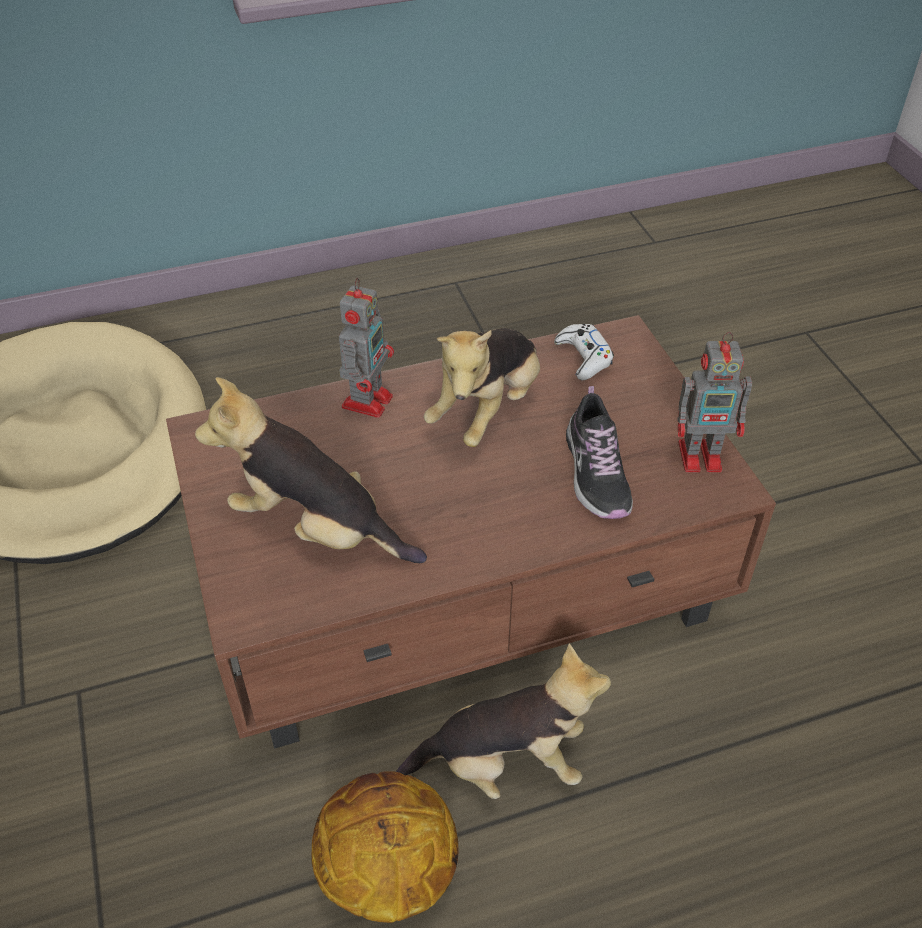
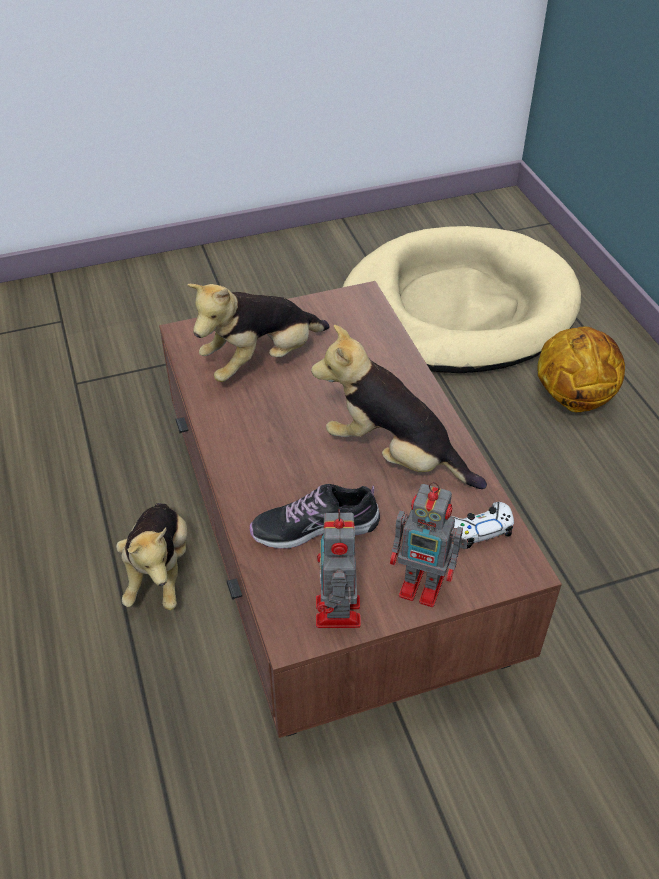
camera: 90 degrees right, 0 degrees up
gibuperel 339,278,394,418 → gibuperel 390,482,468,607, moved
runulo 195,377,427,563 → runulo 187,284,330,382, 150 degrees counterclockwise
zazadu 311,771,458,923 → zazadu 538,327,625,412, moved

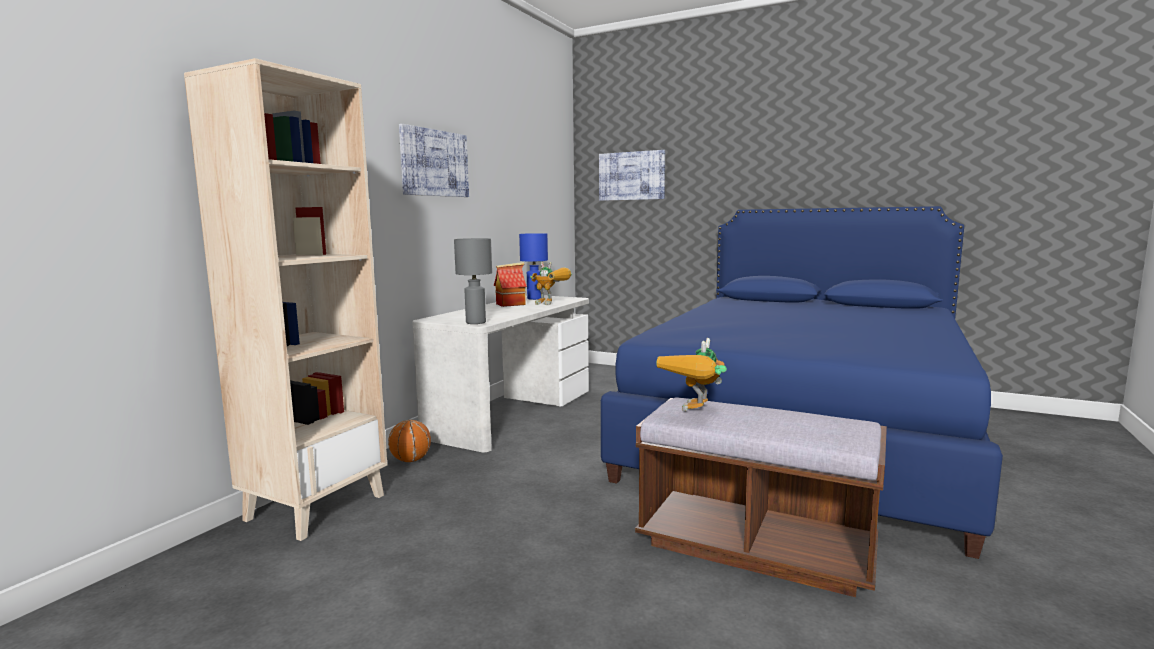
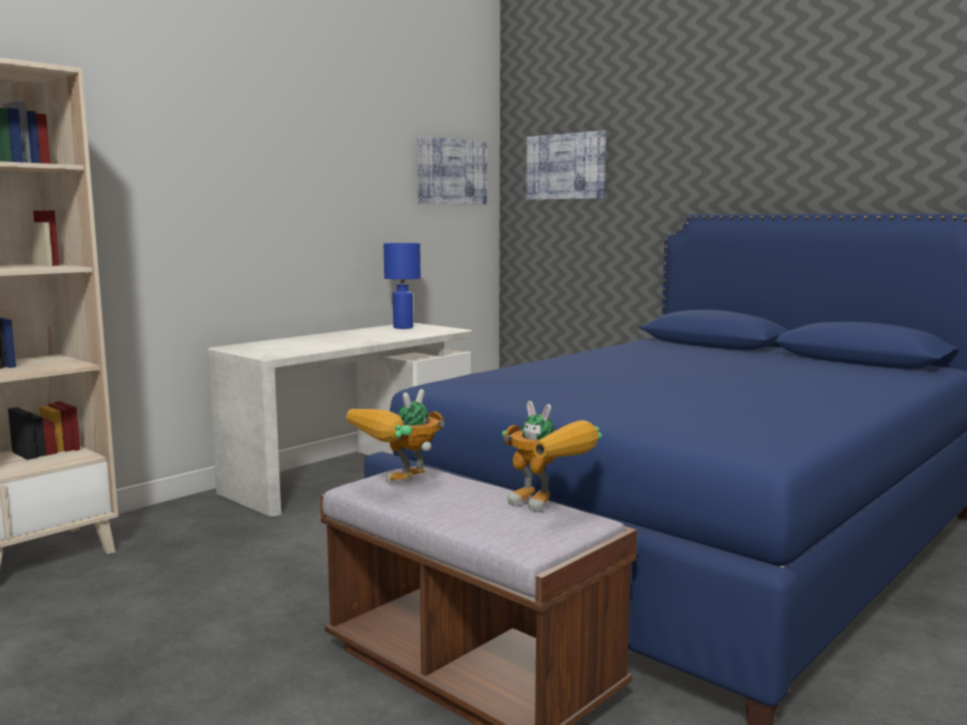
camera: 15 degrees right, 0 degrees up
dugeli 399,124,469,197 → dugeli 417,136,487,205, moved
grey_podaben 454,238,492,324 → -
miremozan 494,262,527,307 → -
gibuperel 530,262,572,305 → gibuperel 502,401,602,512, moved
zazadu 388,420,431,462 → -

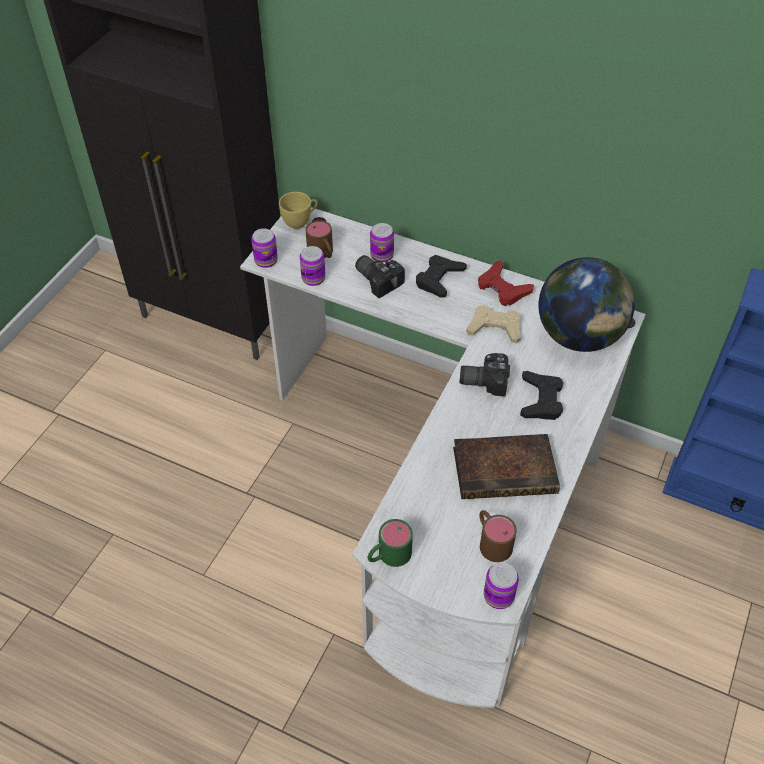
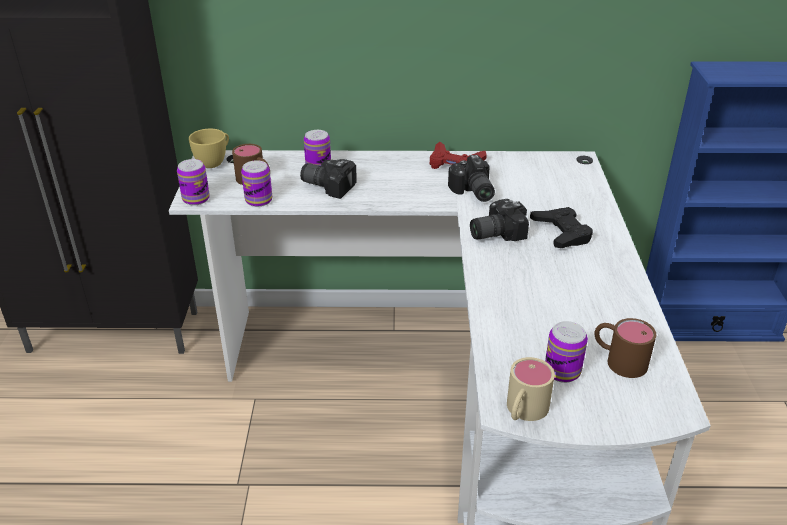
camera: 25 degrees left, 15 degrees down
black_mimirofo 416,255,467,298 → -
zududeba 539,257,635,352 → -
beige_mimirofo 466,305,521,344 → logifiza 448,155,495,202
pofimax 453,434,560,499 → -
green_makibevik 368,519,413,567 → beige_makibevik 507,357,555,421
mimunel 484,563,519,609 → mimunel 545,321,588,383, moved

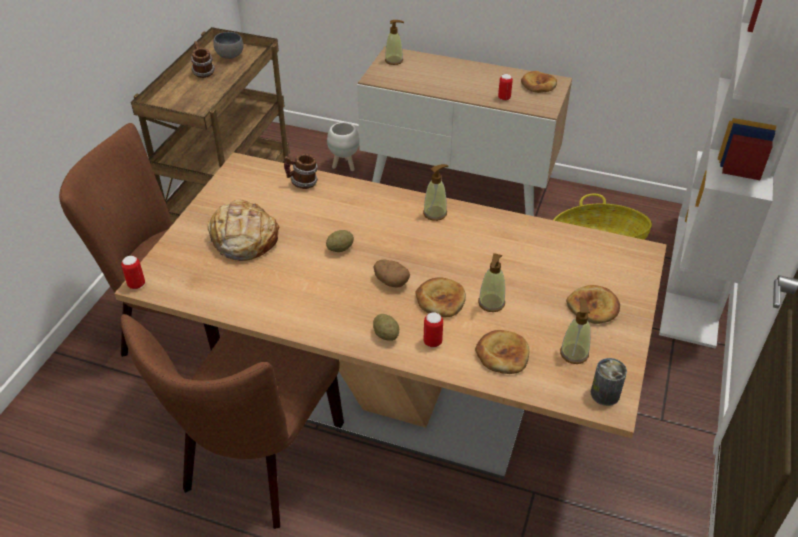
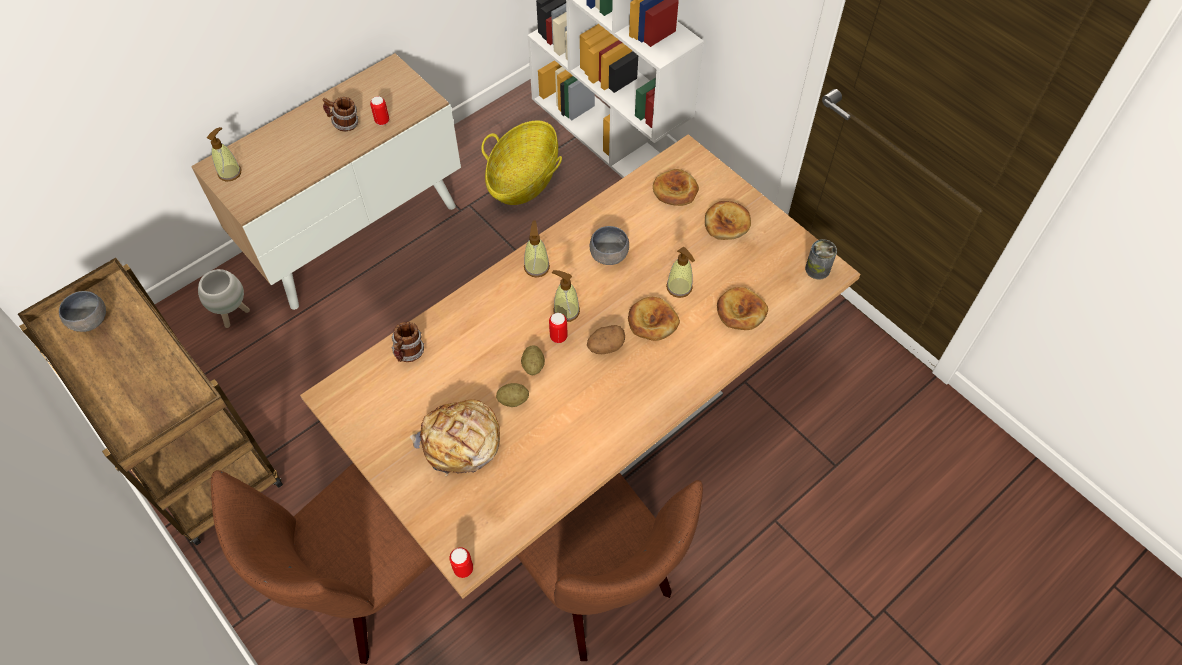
camera: 60 degrees left, 15 degrees up
makibevik 191,41,215,78 → makibevik 322,97,358,132, moved
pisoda 521,71,557,93 → pisoda 653,169,699,206, moved
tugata 560,297,590,364 → tugata 552,270,580,322, moved
mimunel 424,312,443,348 → mimunel 549,313,568,343, moved
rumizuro 373,314,399,341 → rumizuro 496,383,529,407, moved
- → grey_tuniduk 590,226,629,265

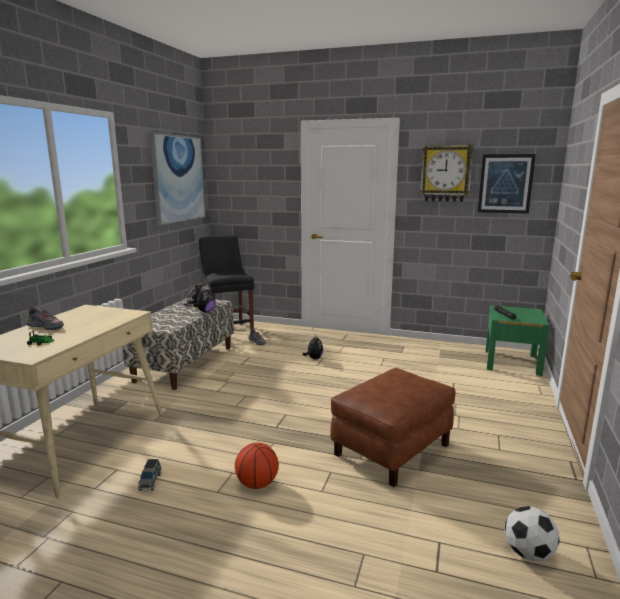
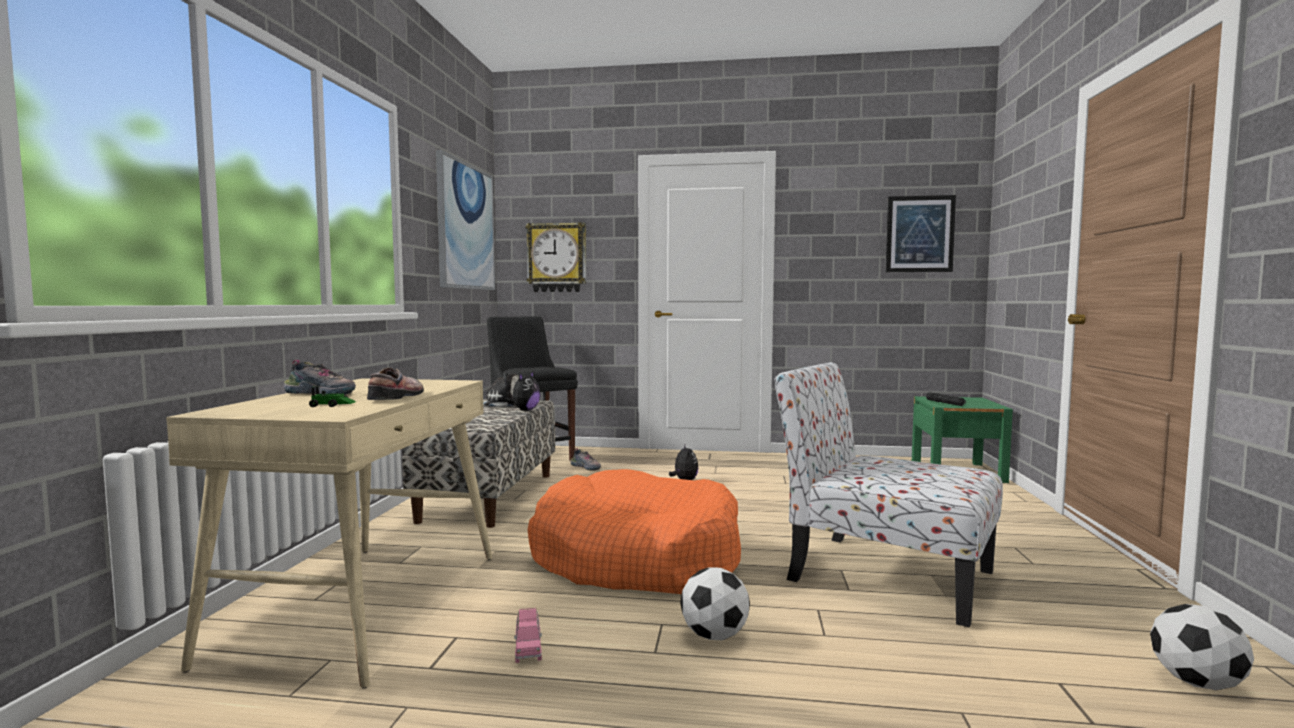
camera: 10 degrees left, 10 degrees down
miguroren 420,145,474,202 → miguroren 526,222,586,292, moved
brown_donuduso 330,368,456,487 → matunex 775,362,1003,628
zazadu 235,443,279,489 → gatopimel 680,568,750,640
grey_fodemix 138,459,161,491 → pink_fodemix 514,608,542,663
- → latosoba 367,368,424,400
- → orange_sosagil 527,469,741,594

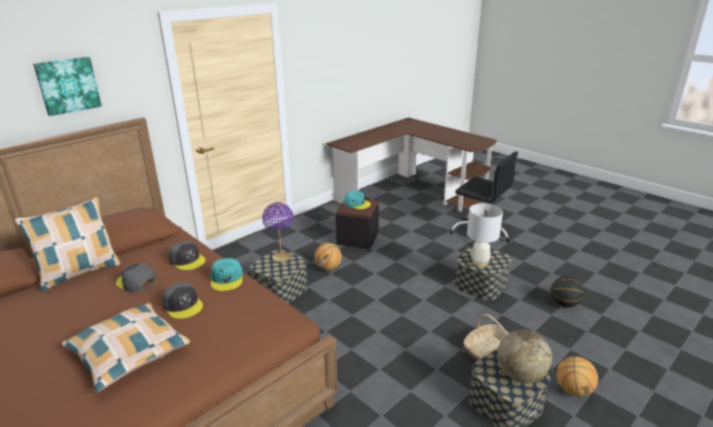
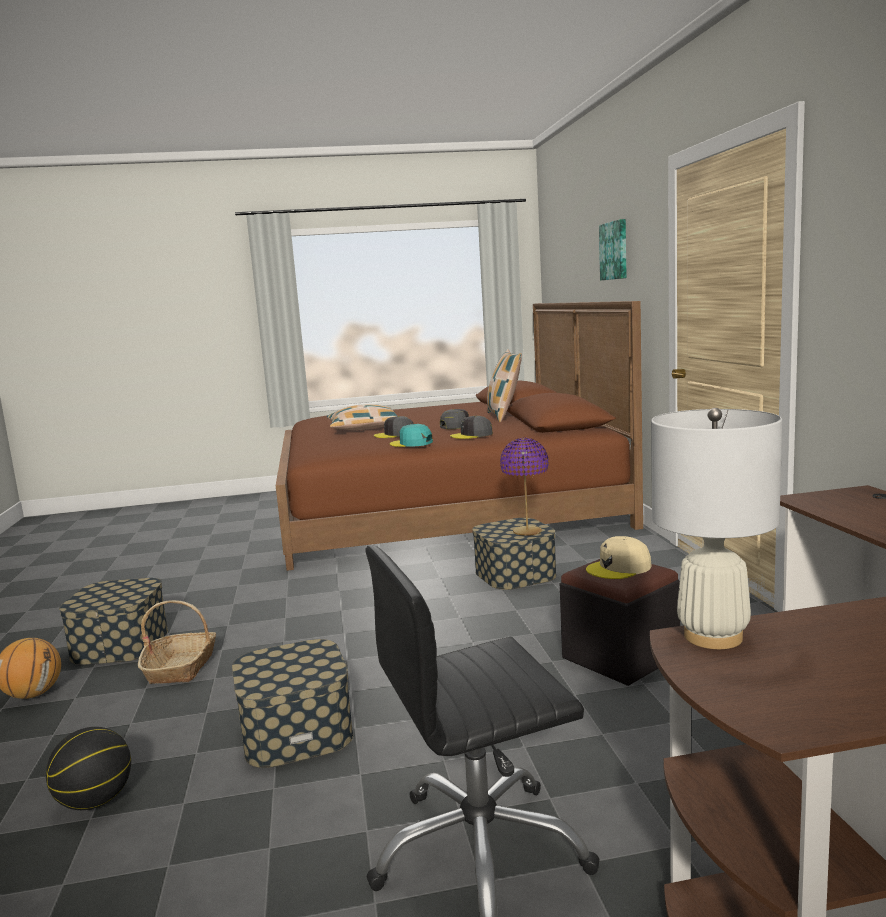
camera: 125 degrees right, 15 degrees down
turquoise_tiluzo 344,190,371,209 → beige_tiluzo 586,536,652,579
white_podaben 467,203,503,267 → white_podaben 651,408,782,649, moved
zazadu 315,243,342,270 → -
zududeba 498,330,552,384 → -

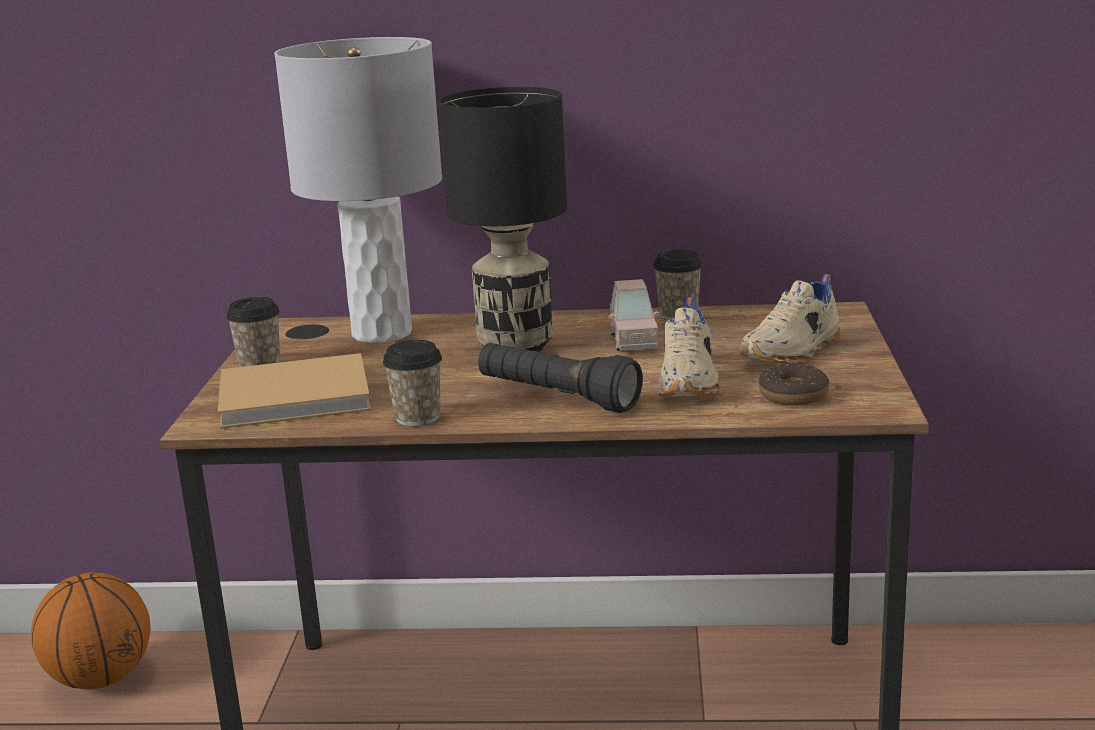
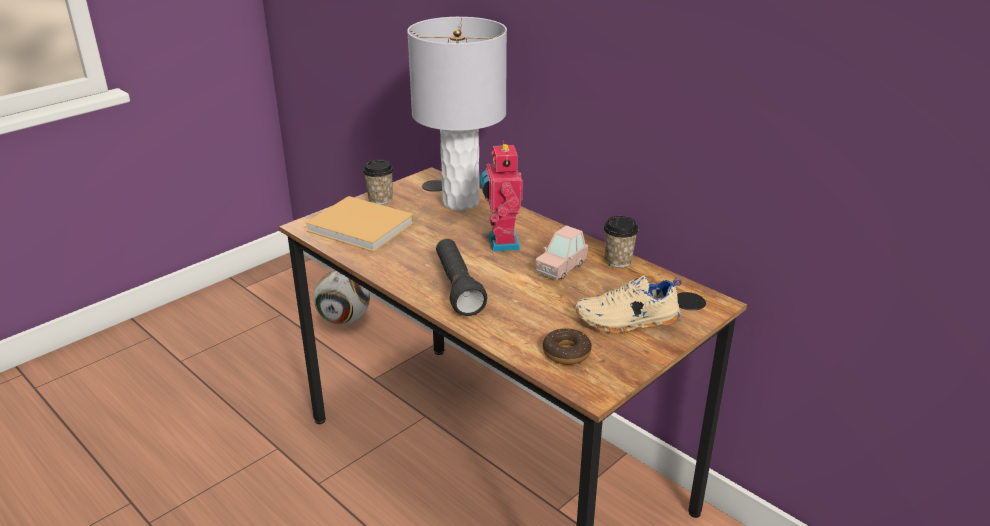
camera: 40 degrees right, 10 degrees up
black_podaben 438,87,567,352 → gibuperel 480,141,523,252
beige_latosoba 658,297,719,396 → -
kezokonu 383,340,442,426 → -
zazadu 31,572,151,690 → gatopimel 313,270,370,325

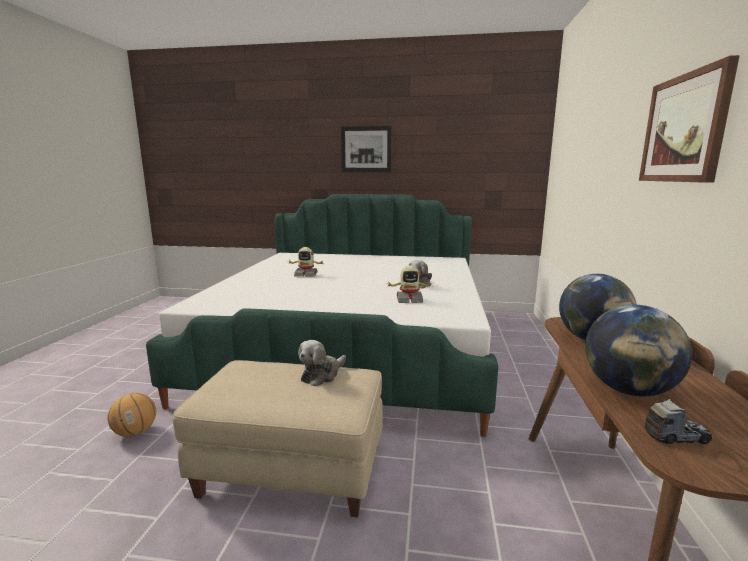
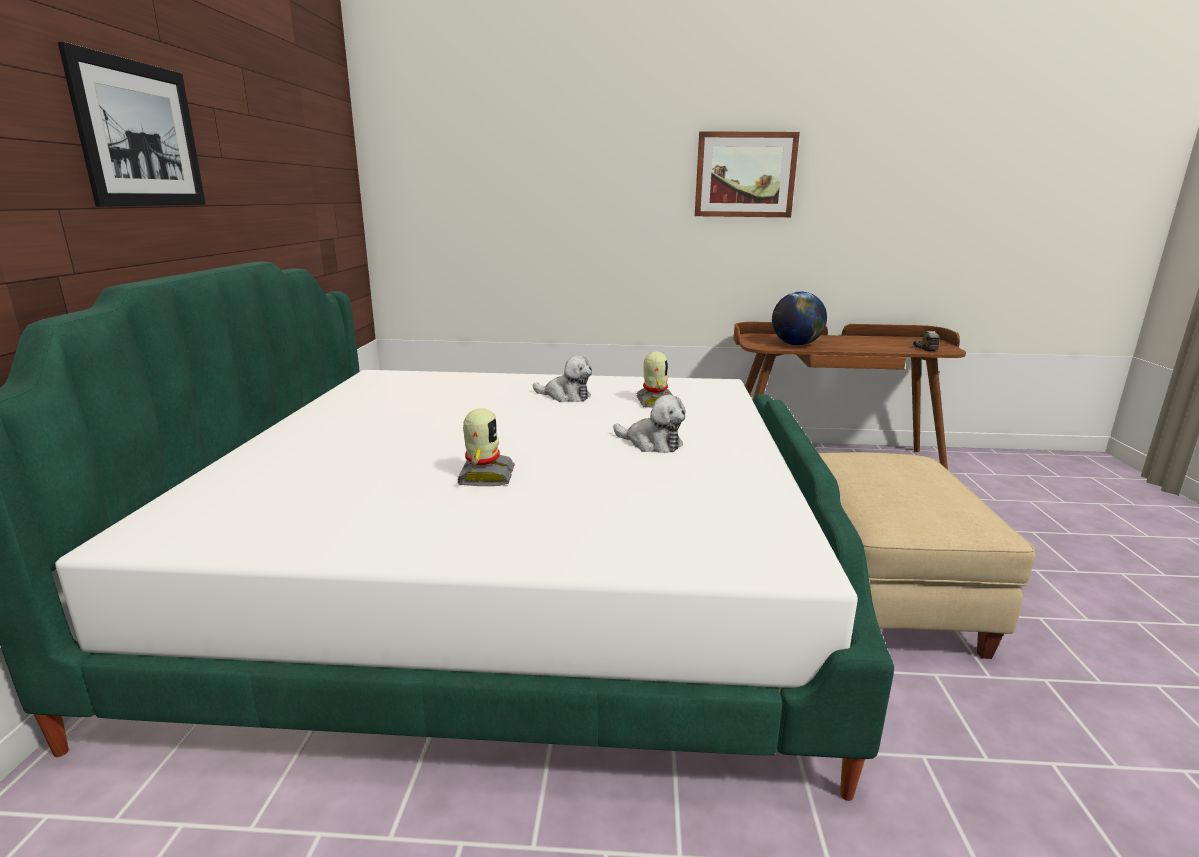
camera: 95 degrees left, 5 degrees up
zududeba 585,305,692,396 → -
runulo 298,340,346,386 → runulo 613,395,686,453, moved
zazadu 107,393,156,437 → -

